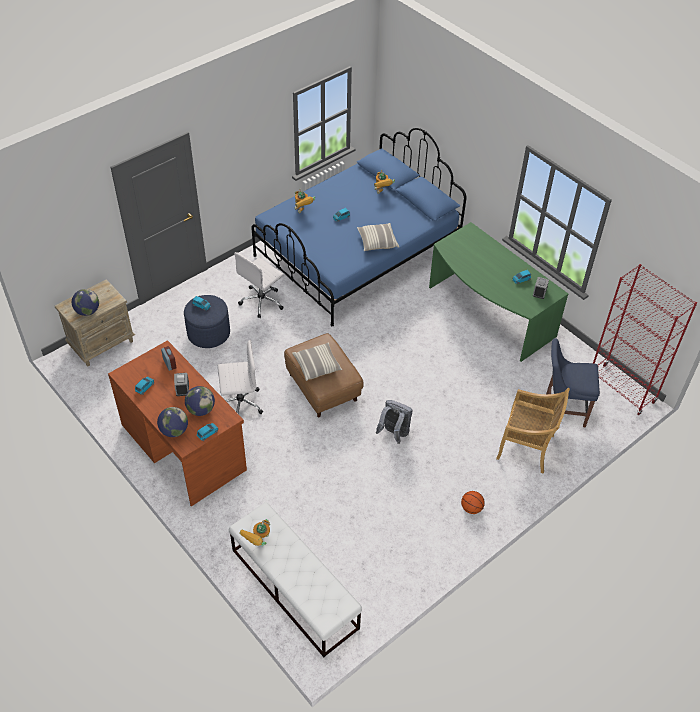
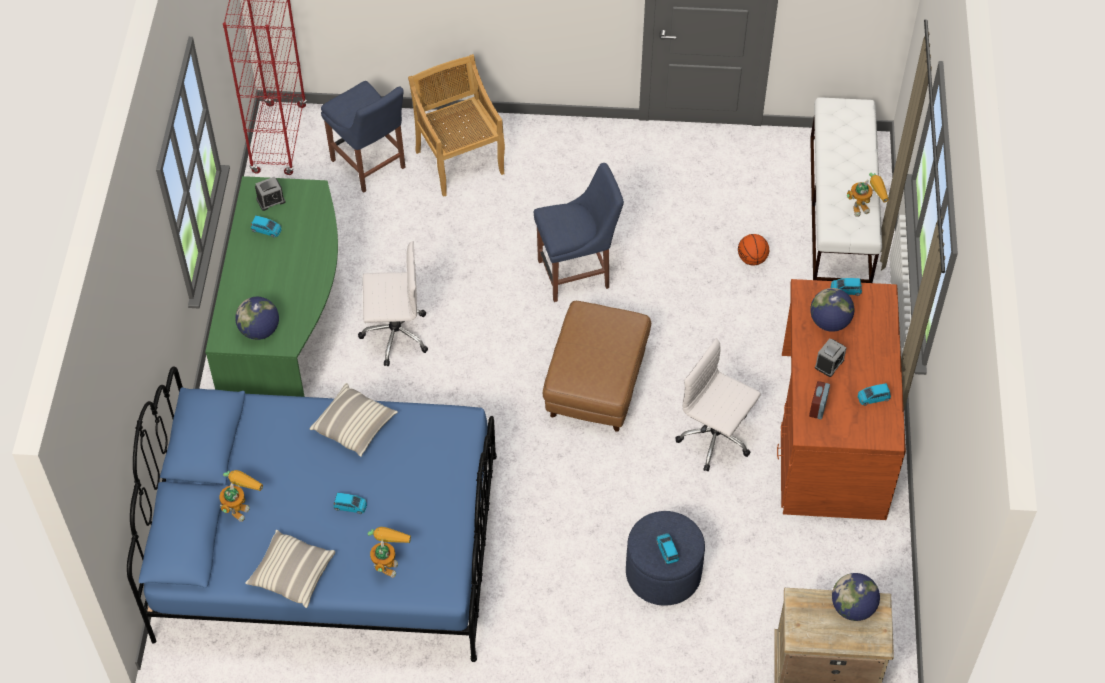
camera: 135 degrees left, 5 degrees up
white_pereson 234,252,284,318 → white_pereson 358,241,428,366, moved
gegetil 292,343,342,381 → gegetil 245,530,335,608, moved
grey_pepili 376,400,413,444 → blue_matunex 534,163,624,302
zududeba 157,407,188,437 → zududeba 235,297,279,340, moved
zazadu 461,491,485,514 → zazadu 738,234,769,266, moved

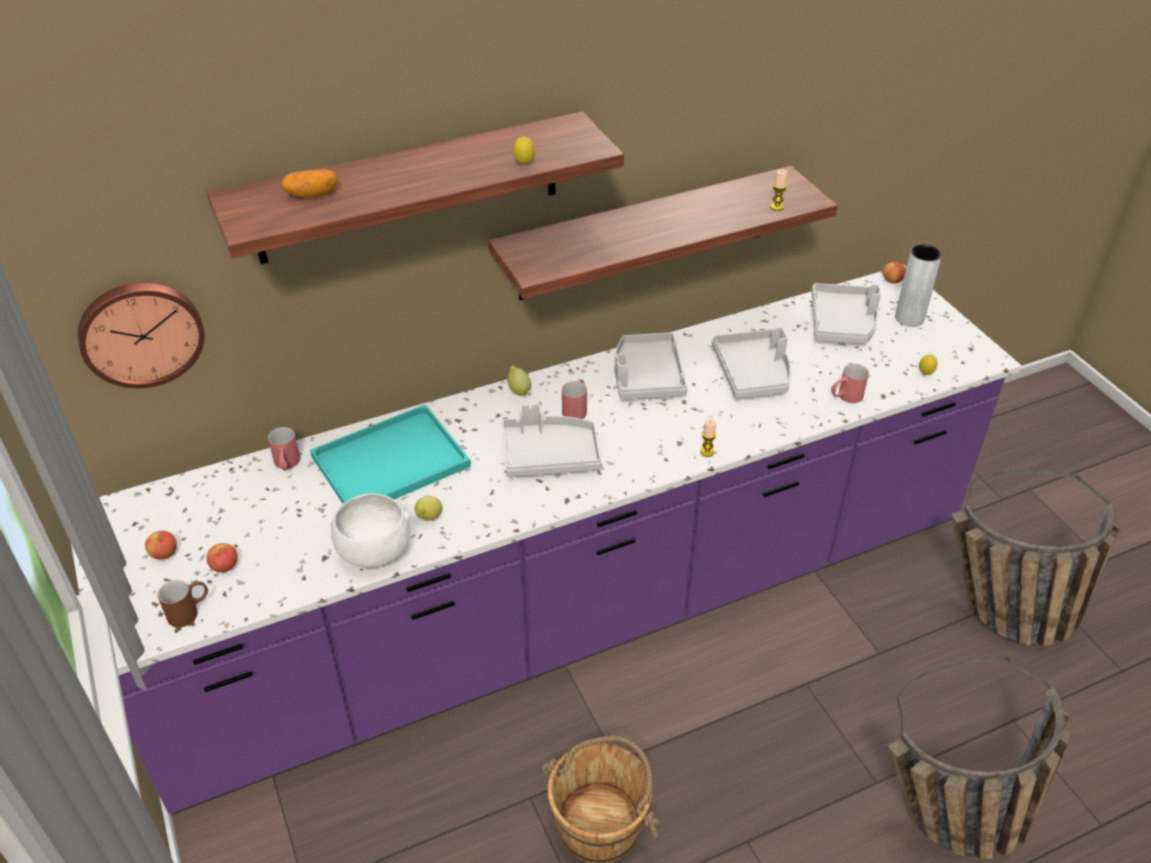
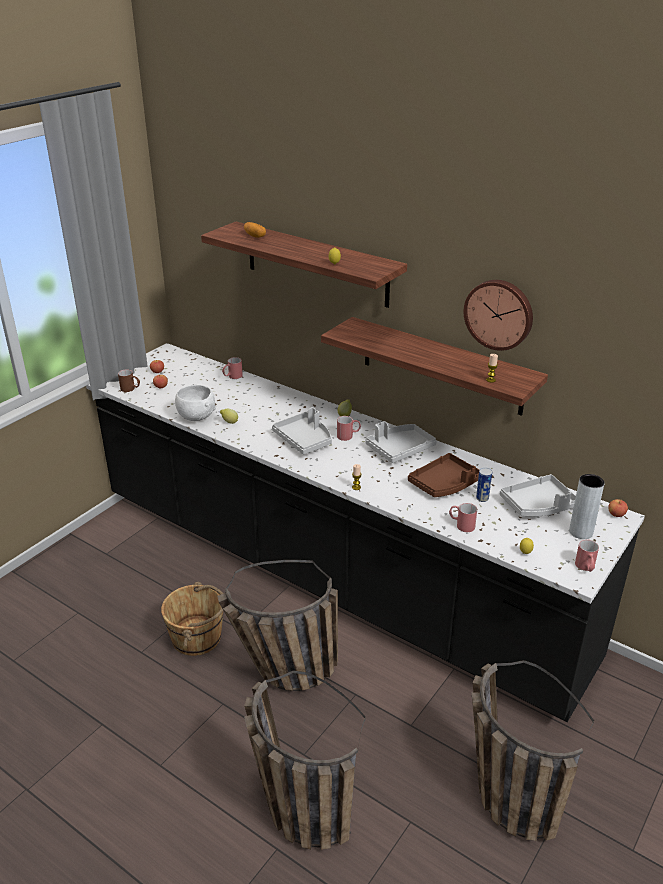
camera: 60 degrees right, 10 degrees down
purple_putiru 71,265,1021,814 → black_putiru 86,343,645,722
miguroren 78,283,205,388 → miguroren 464,280,533,351, moved
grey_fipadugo 712,327,791,399 → brown_fipadugo 408,453,479,497
turquoise_fipadugo 310,404,471,504 → -
- → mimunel 476,468,492,502
- → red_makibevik 575,539,599,572
- → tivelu 217,560,338,691

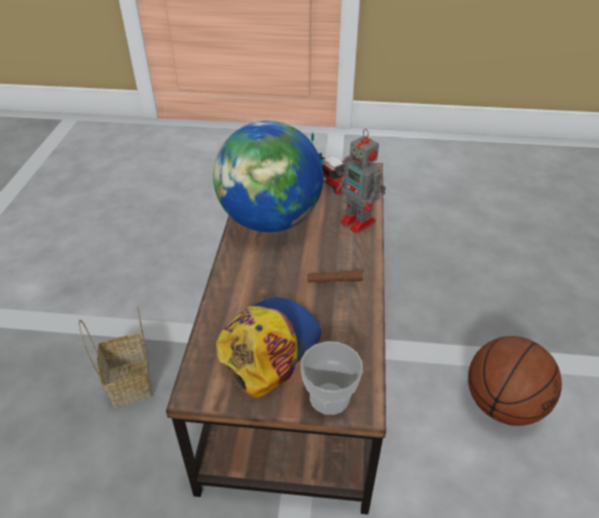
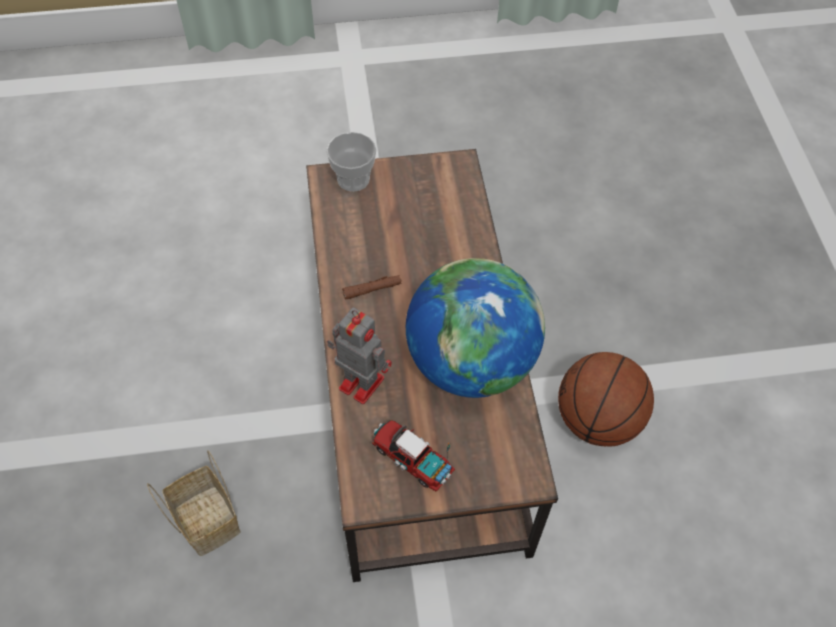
camera: 165 degrees right, 15 degrees up
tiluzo 216,297,321,398 → -
tivelu 79,306,152,408 → tivelu 147,450,240,556, moved
zazadu 468,336,562,426 → zazadu 558,352,654,446, moved

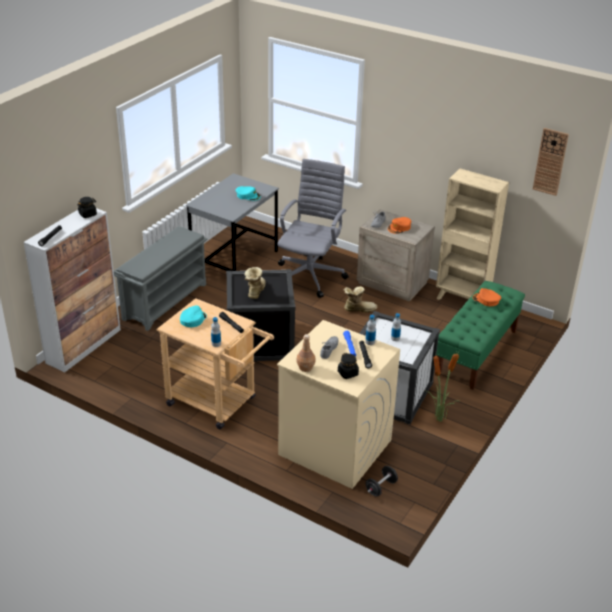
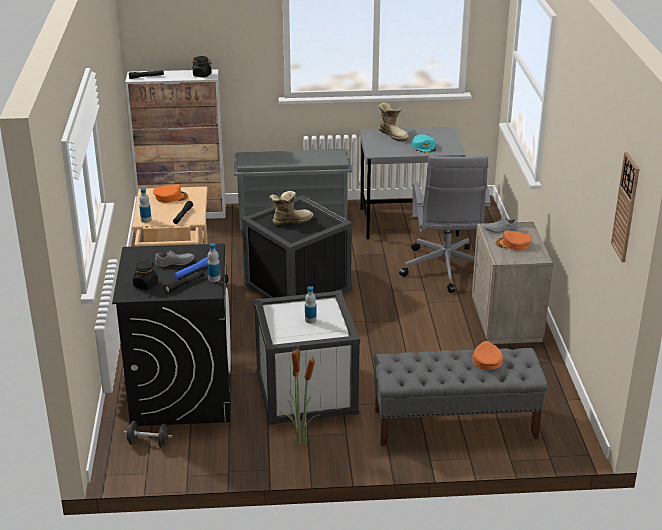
camera: 55 degrees right, 5 degrees down
grey_pereson 277,159,349,298 → grey_pereson 399,156,491,293, 105 degrees clockwise
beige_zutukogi 436,168,509,300 → -
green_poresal 435,281,525,390 → grey_poresal 374,348,548,446
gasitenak 344,286,377,313 → gasitenak 378,103,409,142, moved
turquoise_tiluzo 180,305,207,327 → orange_tiluzo 153,184,189,203
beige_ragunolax 277,320,400,489 → black_ragunolax 112,244,232,426
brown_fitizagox 296,334,315,372 → -

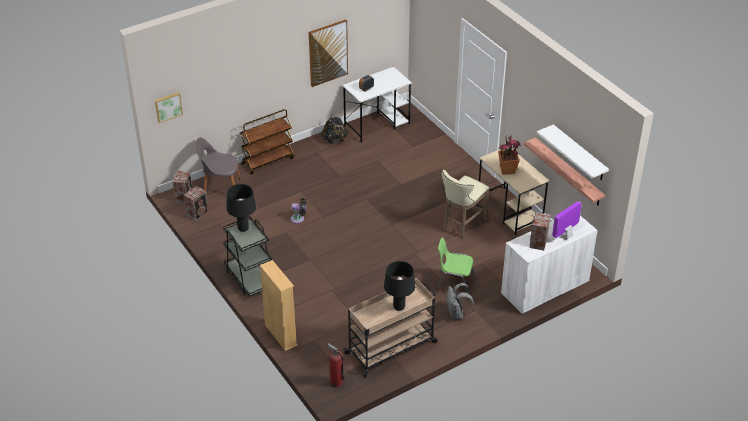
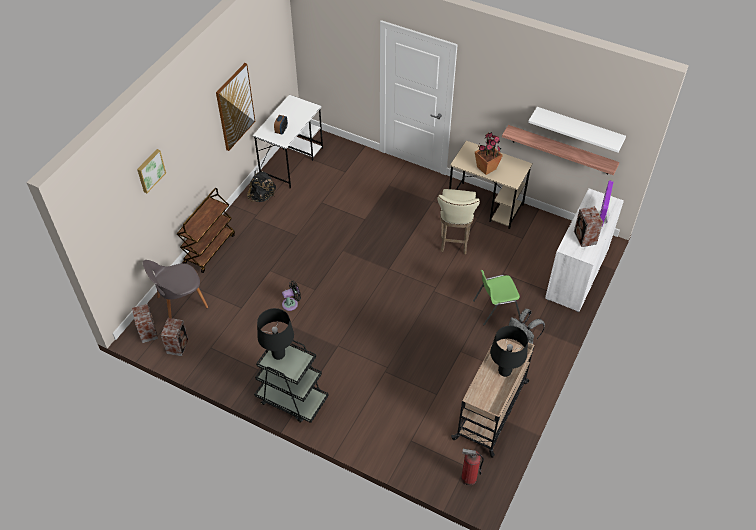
camera: 30 degrees left, 10 degrees up
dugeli 155,92,183,123 → dugeli 137,149,166,193, moved
beige_zutukogi 260,260,298,351 → -

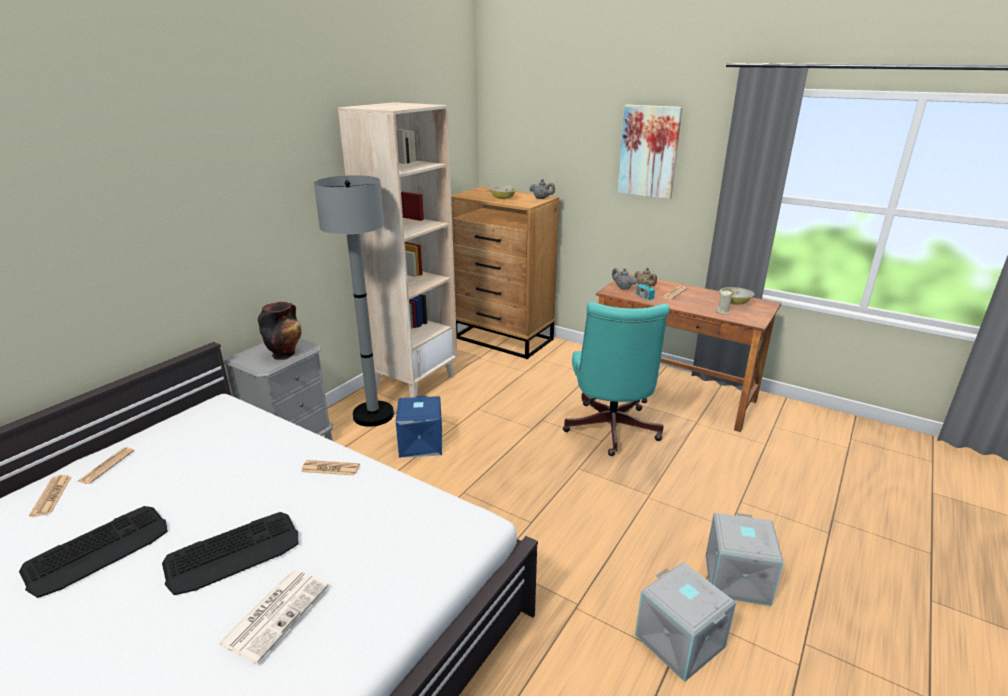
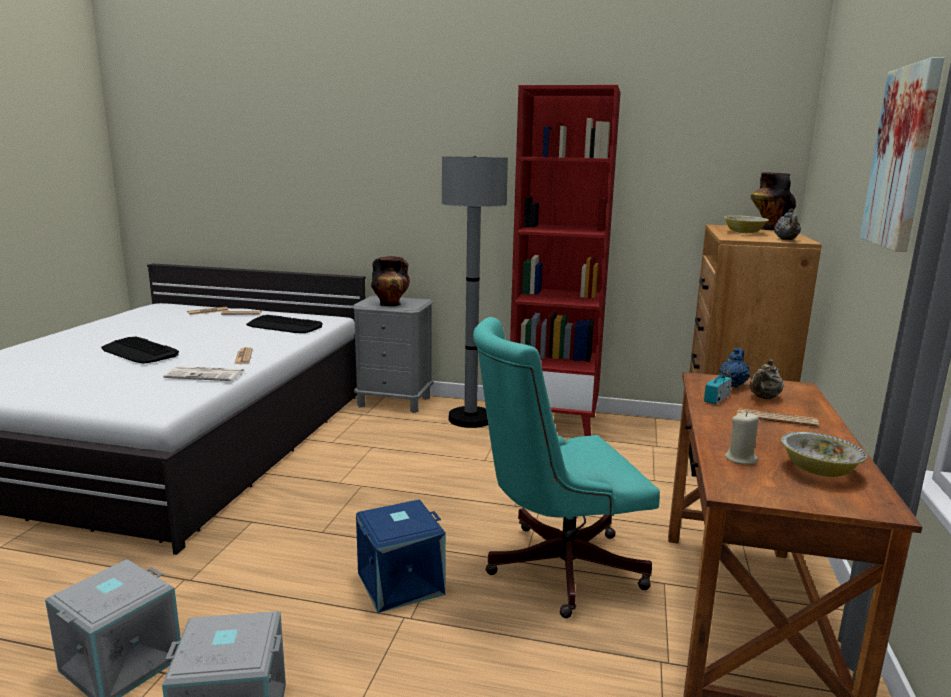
camera: 70 degrees right, 10 degrees down
beige_zutukogi 338,102,457,398 → red_zutukogi 510,85,621,436
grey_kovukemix 612,268,637,290 → blue_kovukemix 718,348,750,388
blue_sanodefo 396,396,442,458 → blue_sanodefo 356,500,446,613, moved
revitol 19,506,168,598 → revitol 246,315,322,333, moved
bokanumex 218,570,329,664 → bokanumex 163,366,245,381, moved
- → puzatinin 751,172,796,230

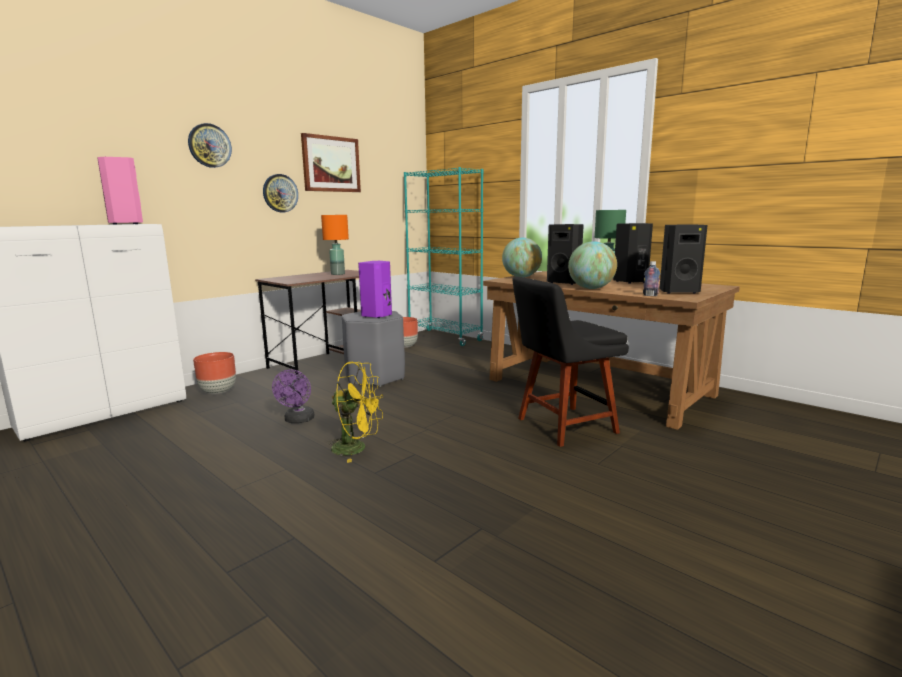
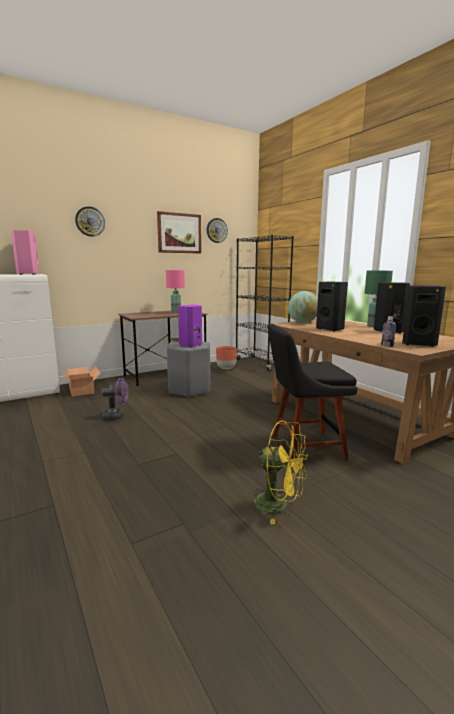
camera: 15 degrees right, 0 degrees up
turquoise_zutukogi 404,167,483,346 → black_zutukogi 236,235,294,372
miguroren 263,174,298,212 → miguroren 207,218,228,243, moved
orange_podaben 321,215,349,275 → pink_podaben 166,270,185,313
zududeba 568,241,617,289 → -
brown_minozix 193,352,236,394 → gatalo 63,366,101,397
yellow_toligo 327,362,383,463 → yellow_toligo 249,421,308,524, moved
purple_toligo 272,369,315,423 → purple_toligo 102,378,129,421, 120 degrees counterclockwise

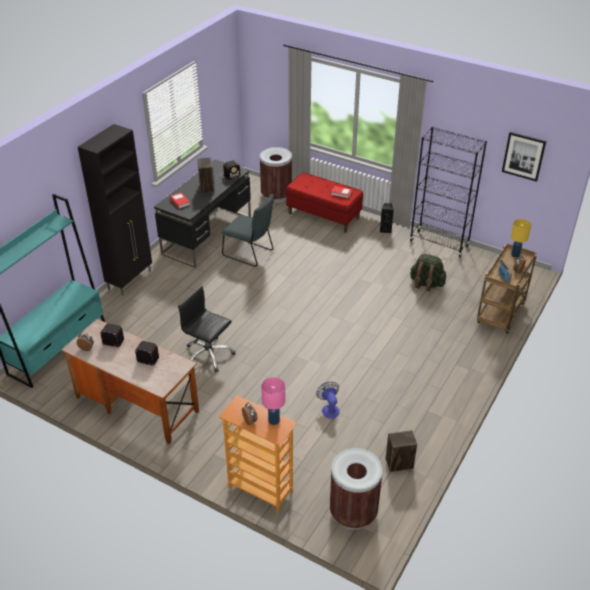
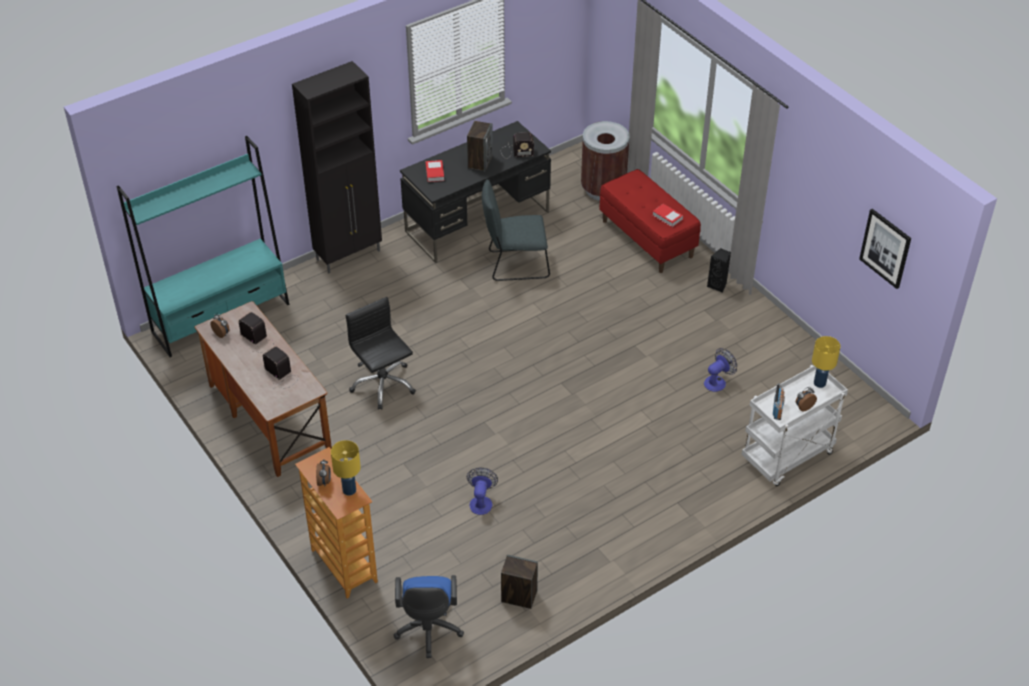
camera: 25 degrees right, 5 degrees up
black_zutukogi 410,126,487,258 → -
grey_matunex 222,194,274,267 → grey_matunex 482,179,550,281, 120 degrees clockwise
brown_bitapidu 477,243,537,334 → white_bitapidu 742,365,848,486
green_pepili 410,254,446,291 → toligo 704,348,737,392
pink_podaben 261,377,285,425 → yellow_podaben 331,440,361,496
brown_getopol 330,448,383,530 → blue_pereson 394,575,464,658

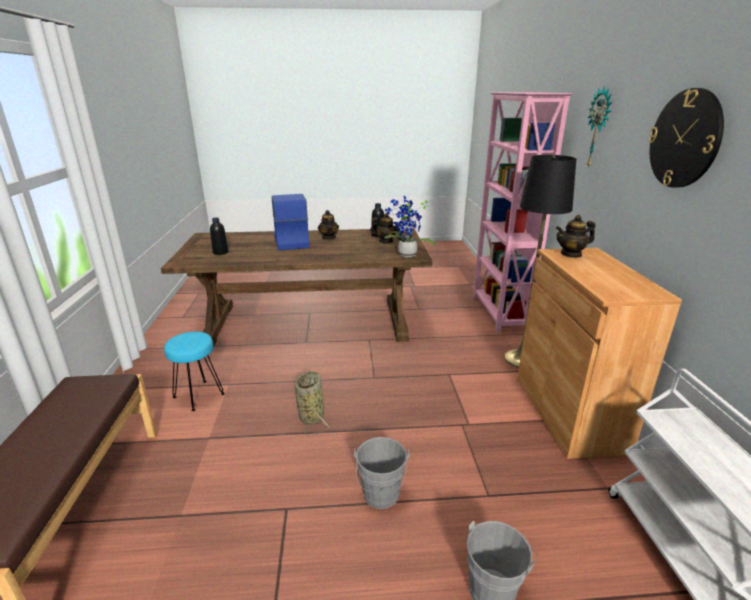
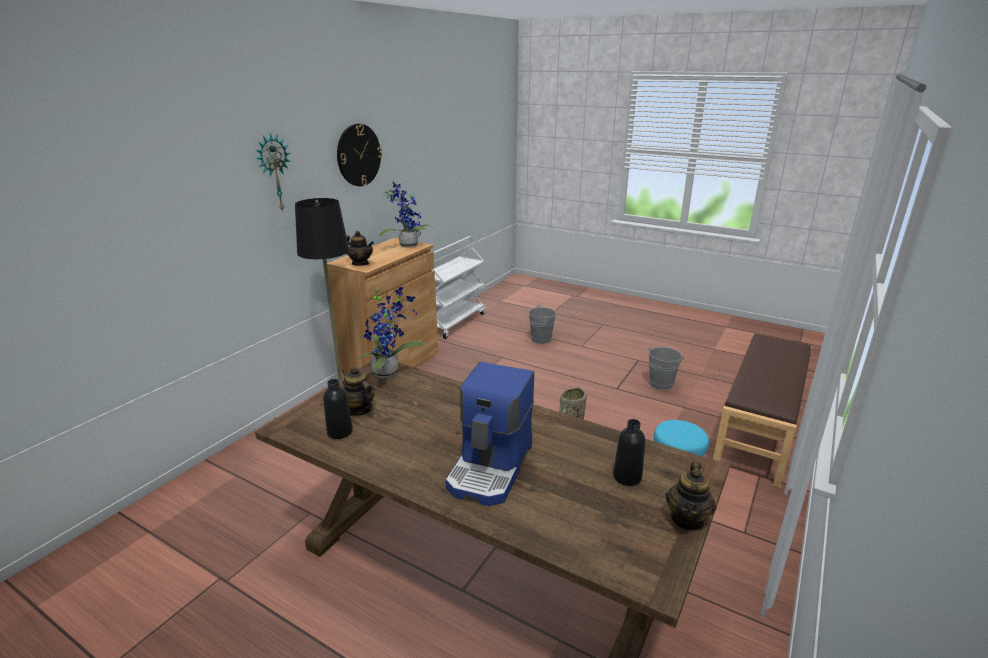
camera: 145 degrees left, 0 degrees up
pink_zutukogi 473,92,572,333 → -
kovukemix 318,210,339,240 → kovukemix 665,462,717,531, moved
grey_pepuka 354,437,409,509 → grey_pepuka 648,346,684,390, moved
- → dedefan 379,181,432,248

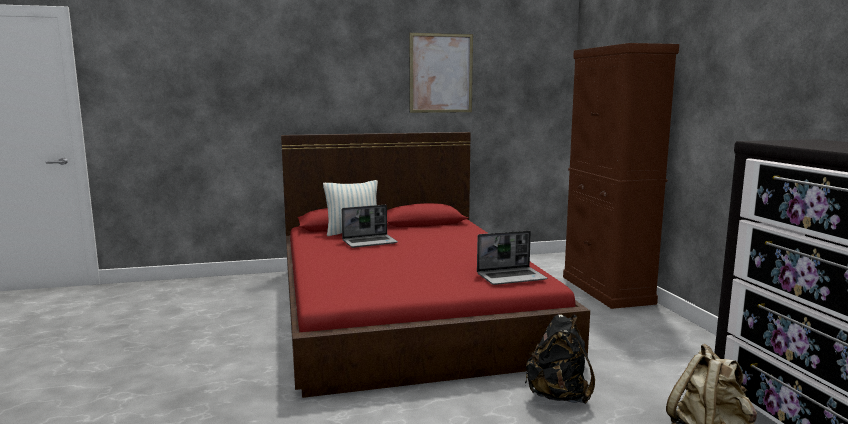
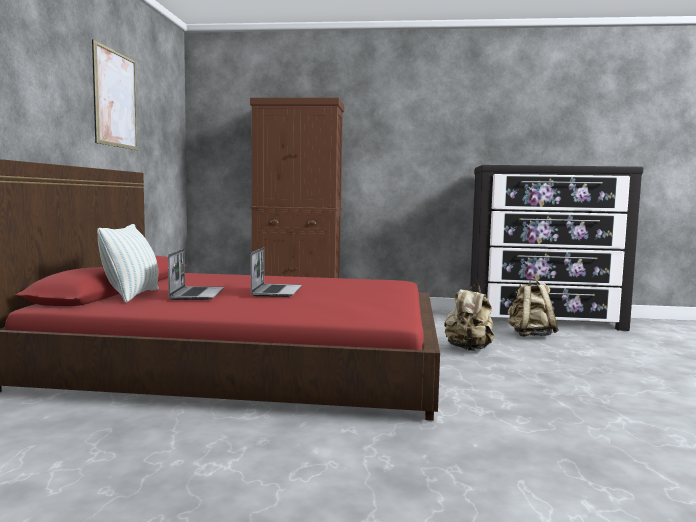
camera: 70 degrees left, 5 degrees down
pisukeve 477,231,547,285 → pisukeve 251,247,302,297, moved
black_pepili 525,314,595,404 → beige_pepili 444,284,495,351

